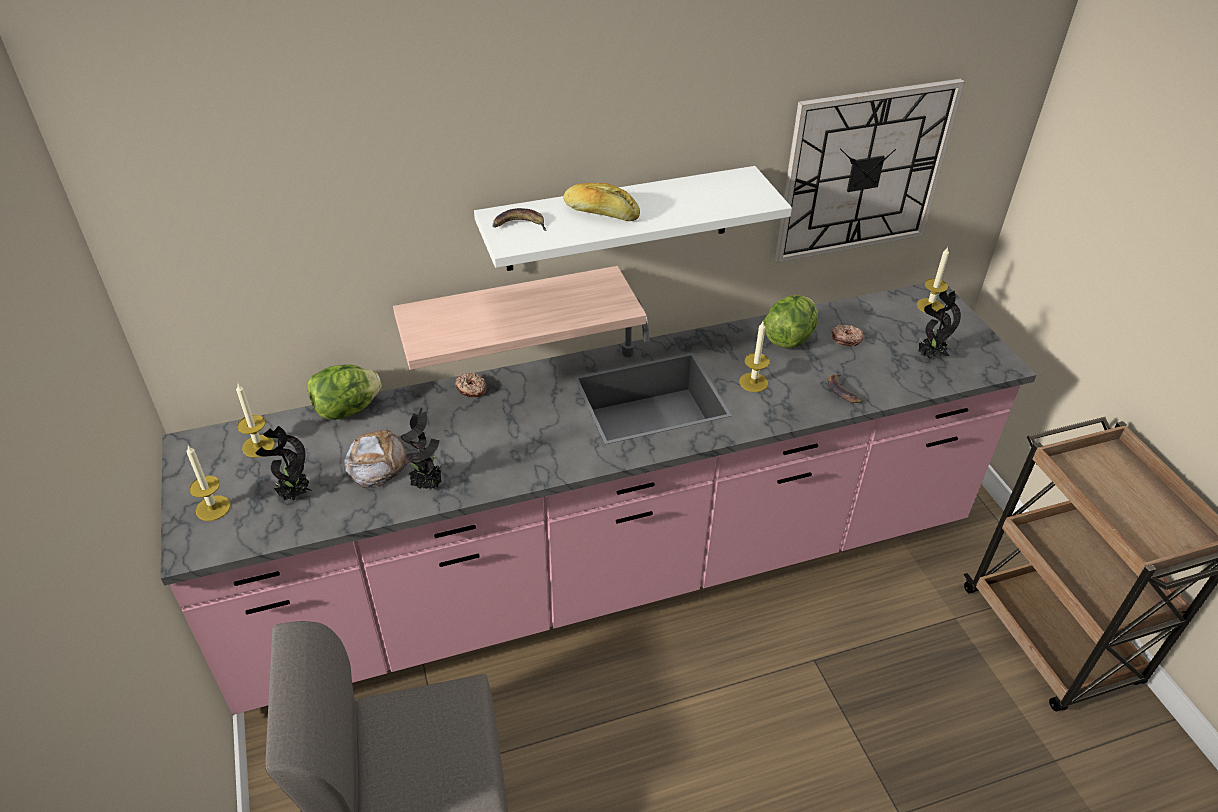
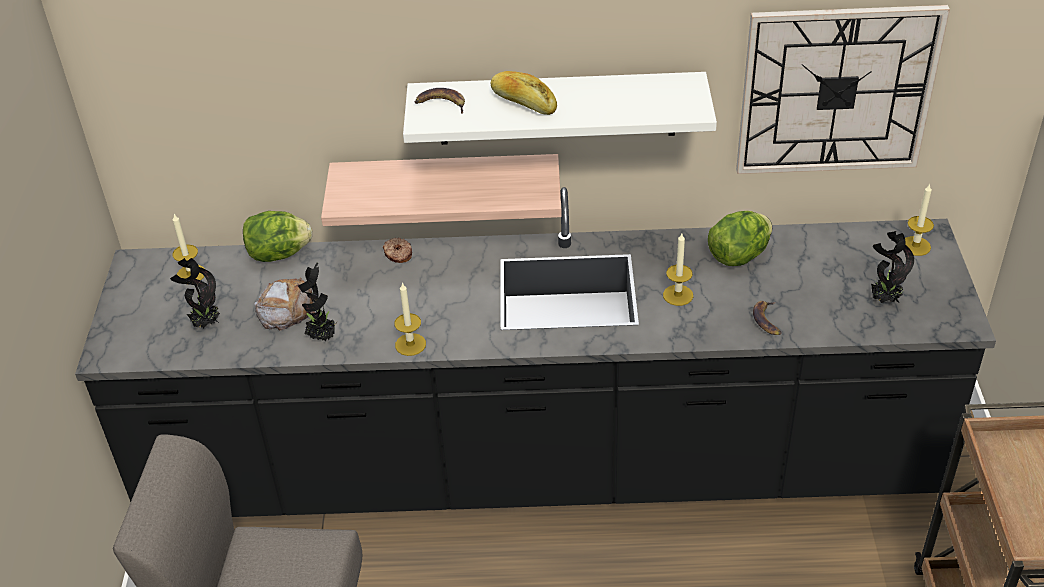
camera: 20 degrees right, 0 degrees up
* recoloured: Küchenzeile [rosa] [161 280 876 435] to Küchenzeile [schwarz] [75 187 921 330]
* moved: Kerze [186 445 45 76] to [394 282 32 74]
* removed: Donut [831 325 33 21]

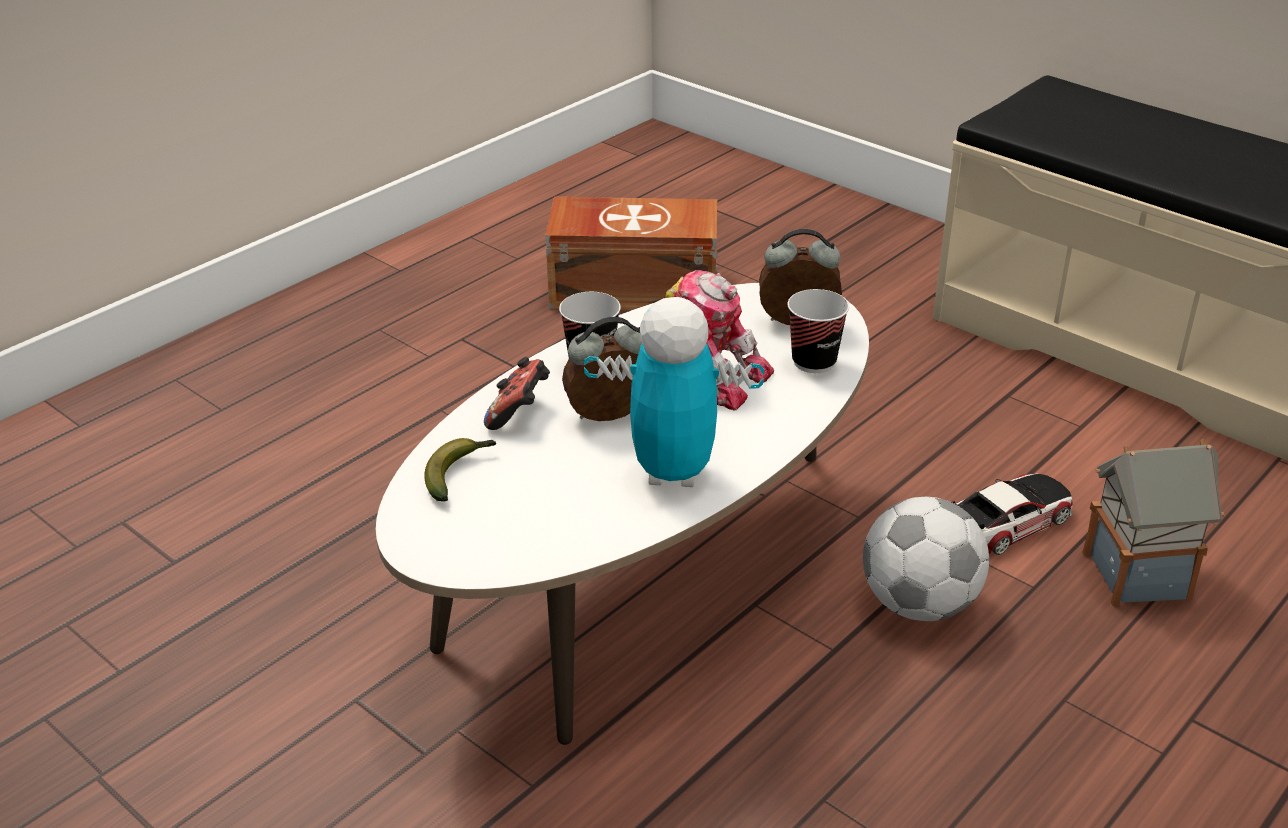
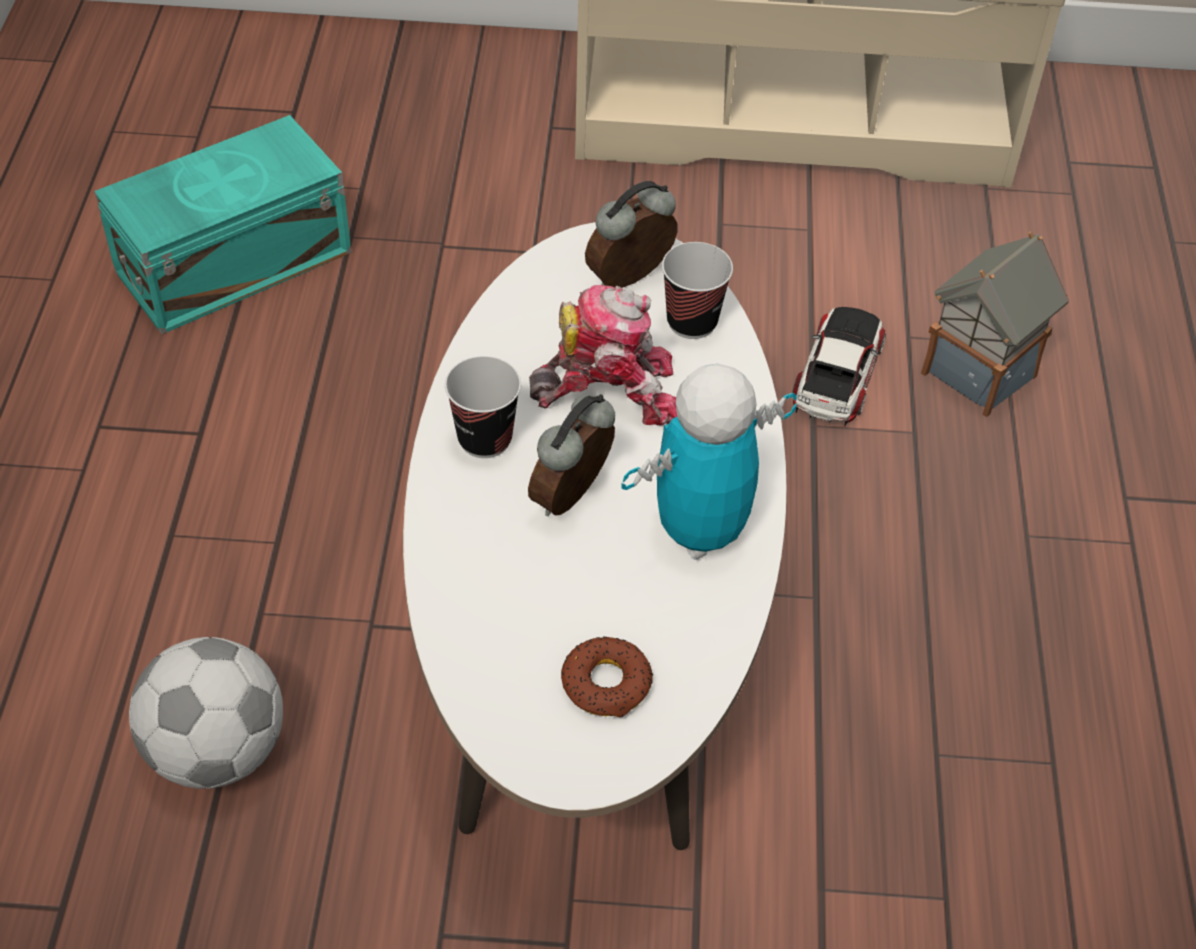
camera: 40 degrees left, 15 degrees up
* removed: Banane [424 438 72 64]
* removed: Gamepad [484 357 66 73]
* recoloured: Aufbewahrungsbox [braun] [545 197 173 113] to Aufbewahrungsbox [türkis] [94 115 257 219]
* moved: Fußball [863 497 127 124] to [129 637 154 152]
* added: Donut [561 636 92 82]

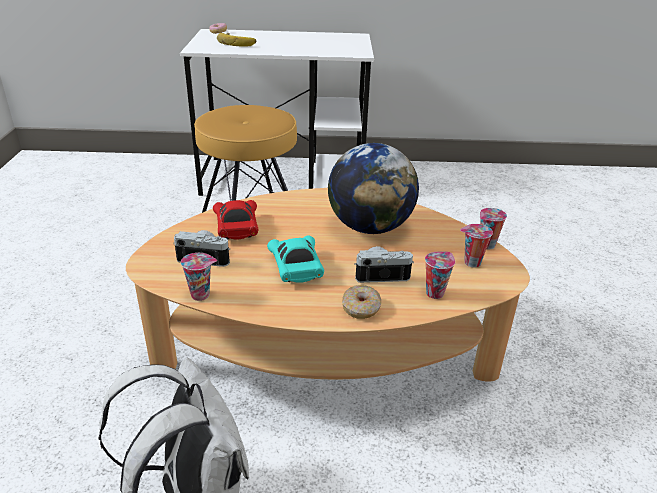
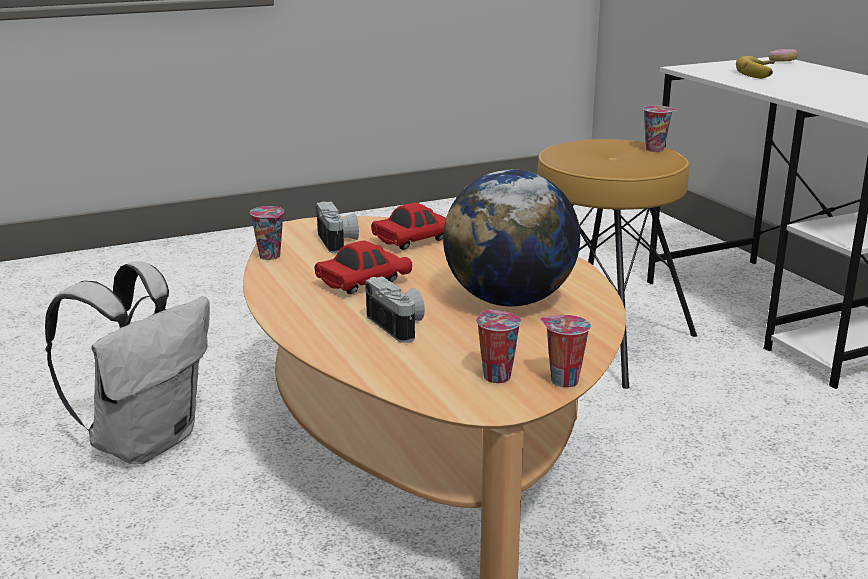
camera: 65 degrees right, 10 degrees down
* recoloured: Spielzeugauto [türkis] [267 235 57 48] to Spielzeugauto [rot] [314 240 98 54]
* removed: Donut [342 285 39 34]
* moved: Tasse [425 252 30 47] to [643 106 36 46]

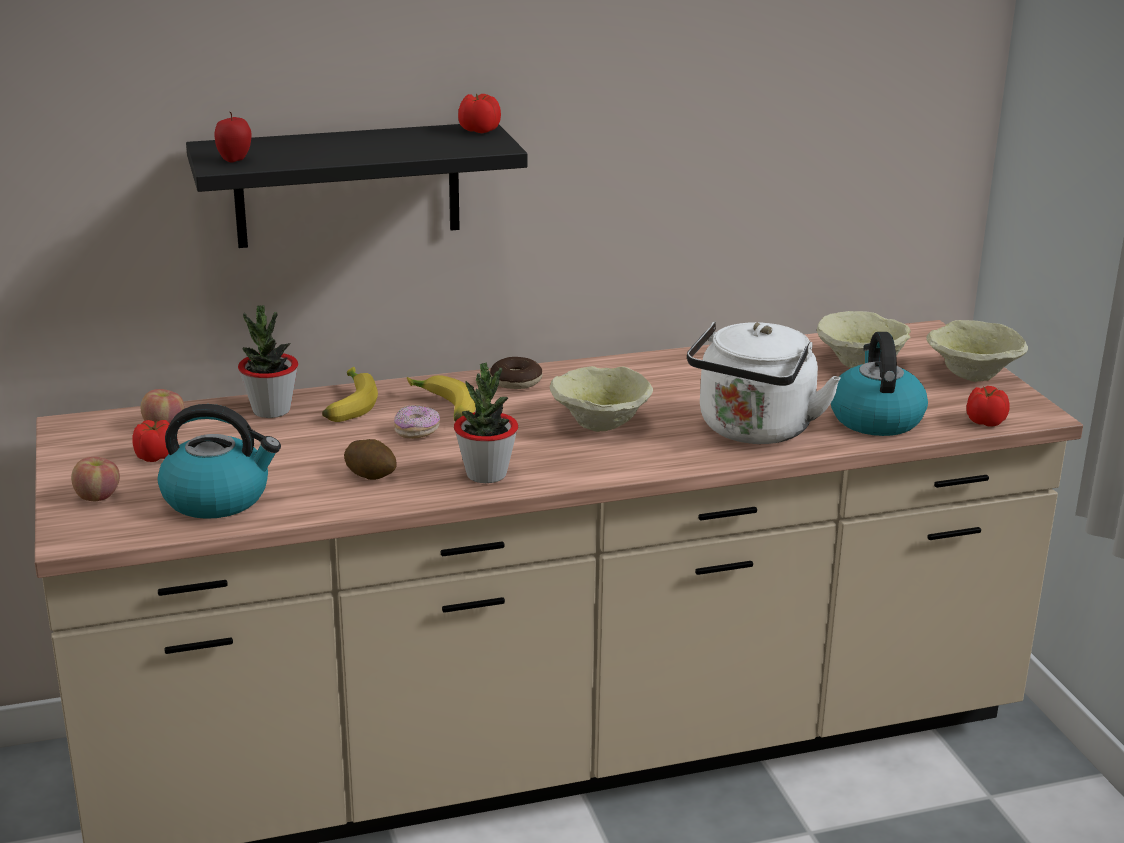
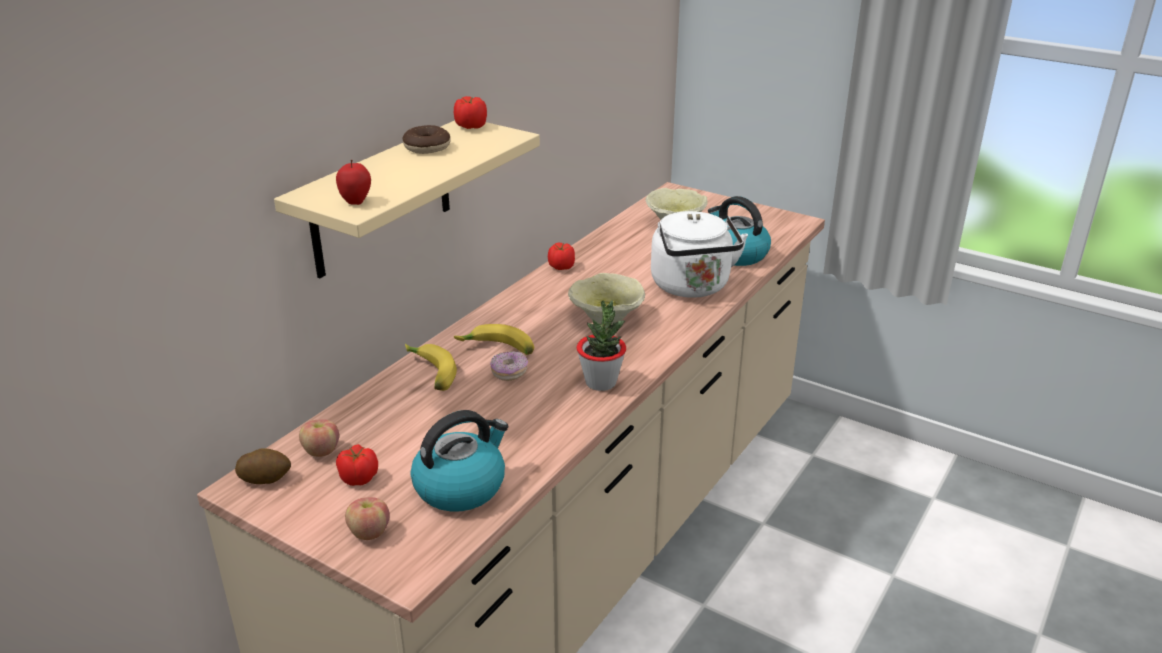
camera: 40 degrees left, 5 degrees up
* recoloured: Wandregal [schwarz] [186 124 342 124] to Wandregal [beige] [274 121 266 157]
* removed: Topfpflanze [238 305 60 113]
* moved: Kartoffel [344 439 53 41] to [235 448 56 36]
* moved: Donut [490 357 52 32] to [403 125 48 29]
* removed: Schüssel [beige] [926 320 102 62]
* moved: Tomate [966 386 43 41] to [548 242 27 28]

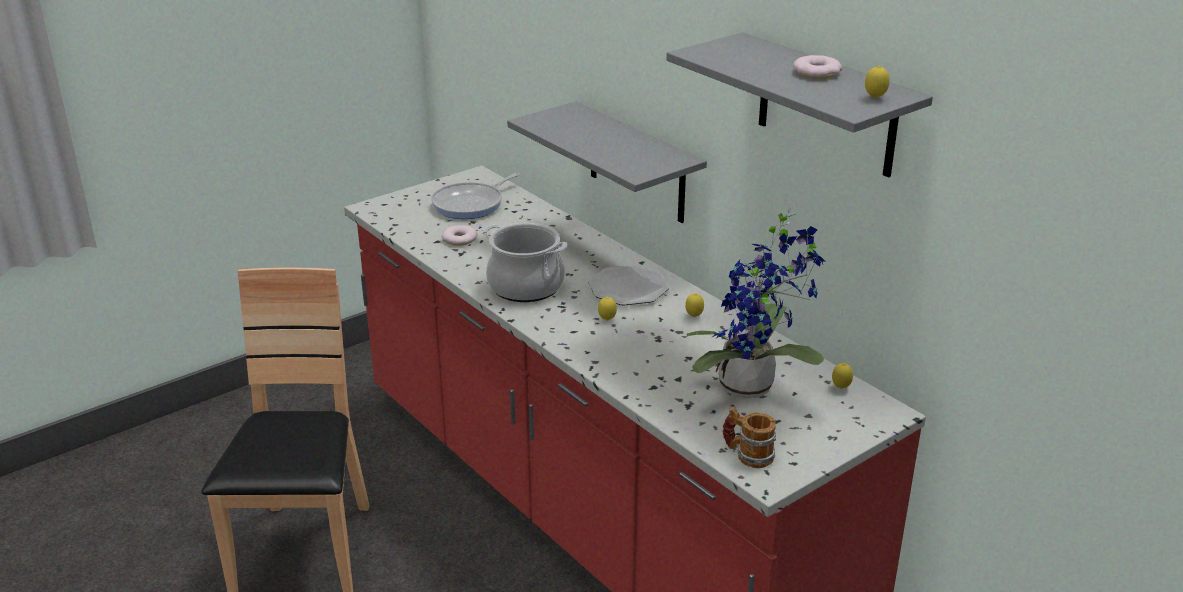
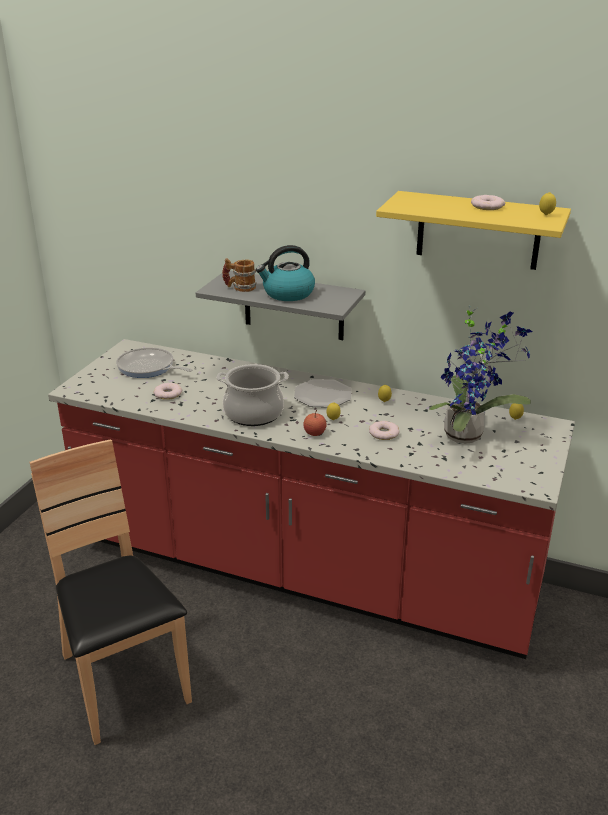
camera: 30 degrees left, 0 degrees up
* turned: Pfanne [431 173 89 46] = [116 347 76 31] 105 degrees clockwise
* recoloured: Wandregal [grau] [666 32 267 146] to Wandregal [gelb] [376 191 195 79]
* moved: Henkelbecher [723 407 53 61] to [222 258 35 34]
* added: Wasserkessel [256 245 59 56]
* added: Apfel [303 410 24 26]
* added: Donut [369 421 30 19]

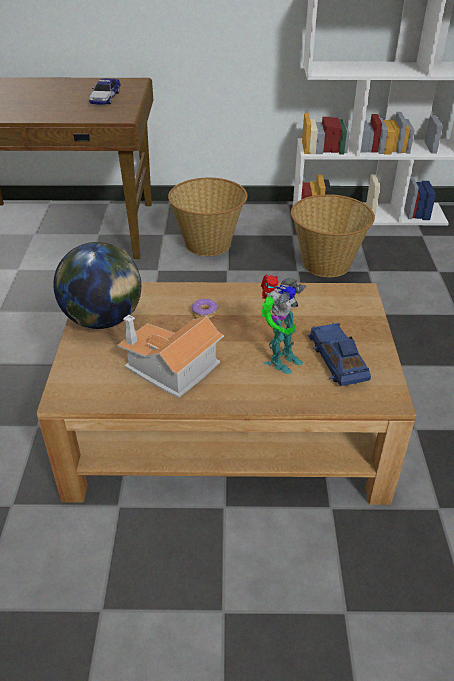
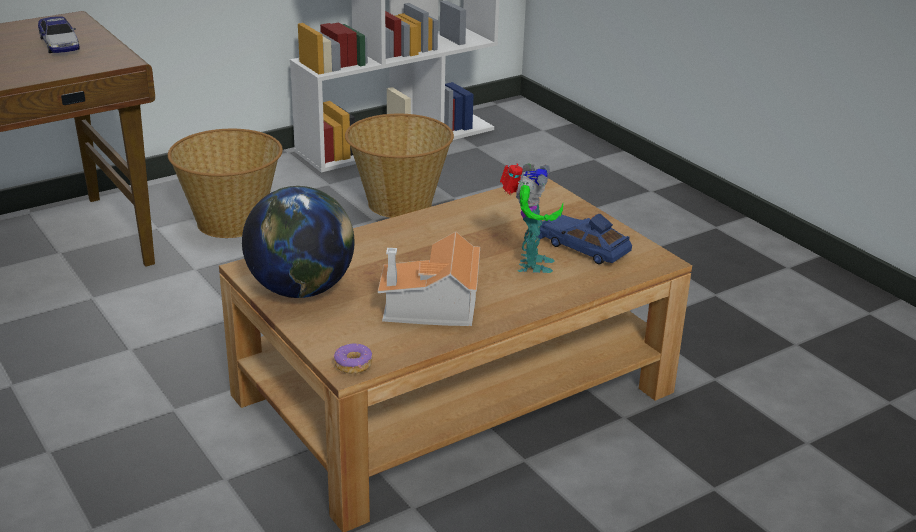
camera: 35 degrees left, 10 degrees down
* moved: Donut [192 299 26 20] to [334 343 38 31]

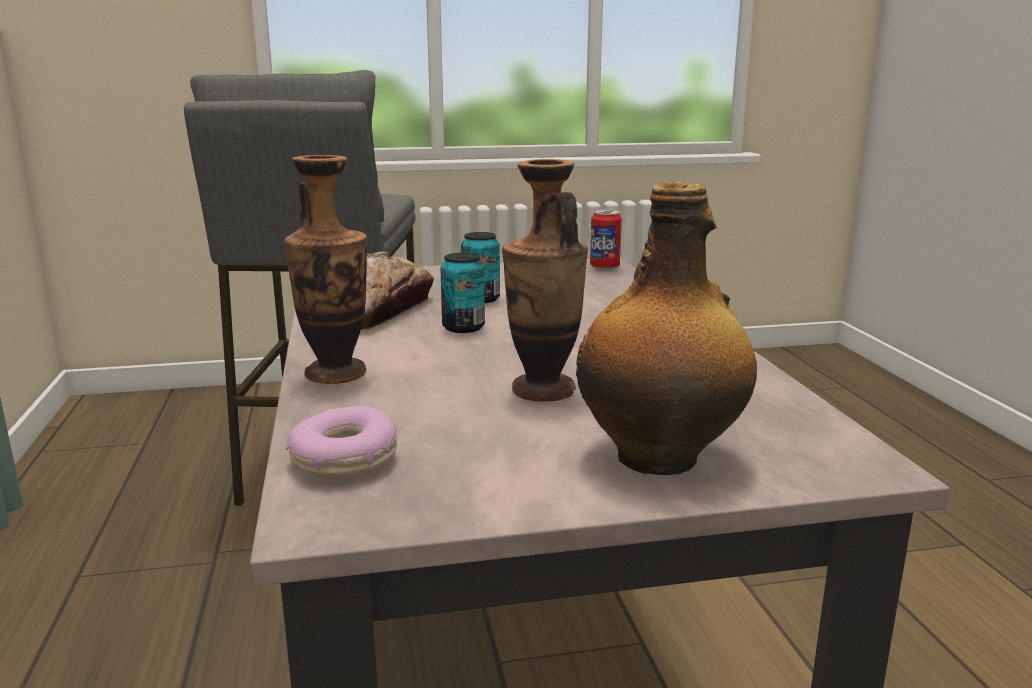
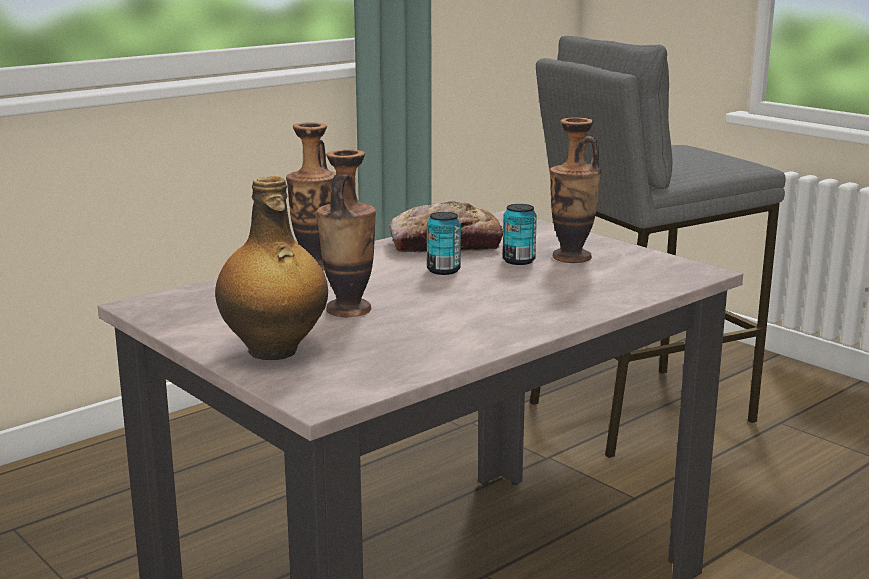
camera: 60 degrees right, 0 degrees up
* removed: Donut [286 406 111 73]
* removed: Dose [590 210 32 60]
* added: Vase [550 117 51 146]

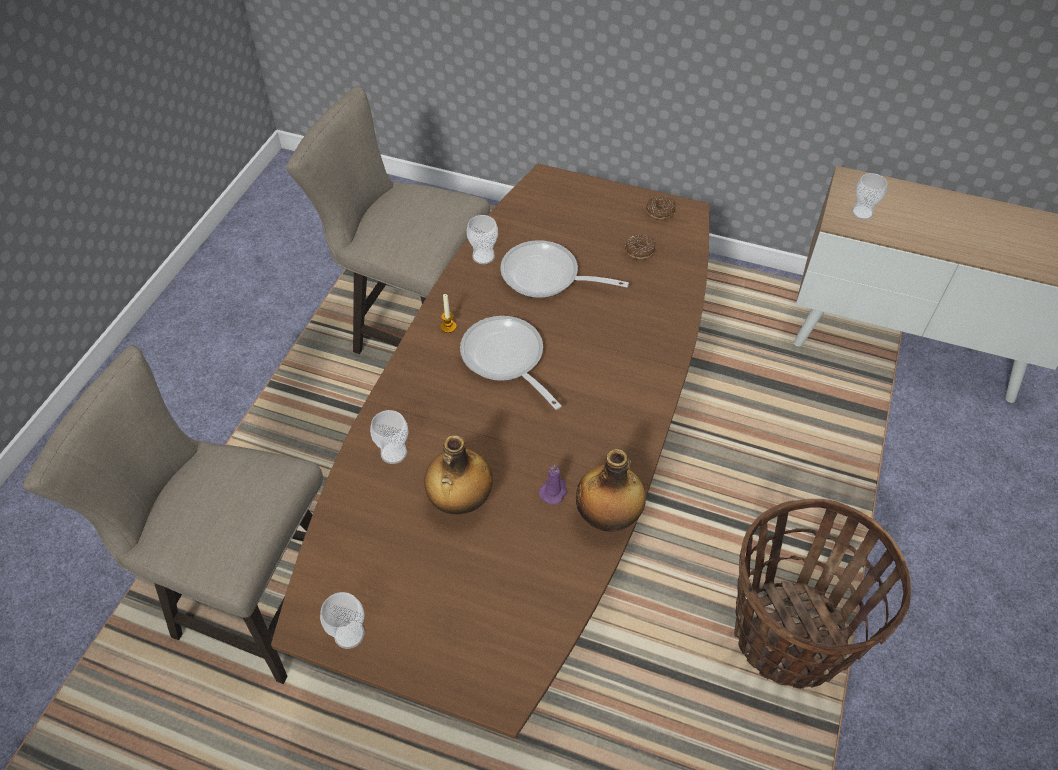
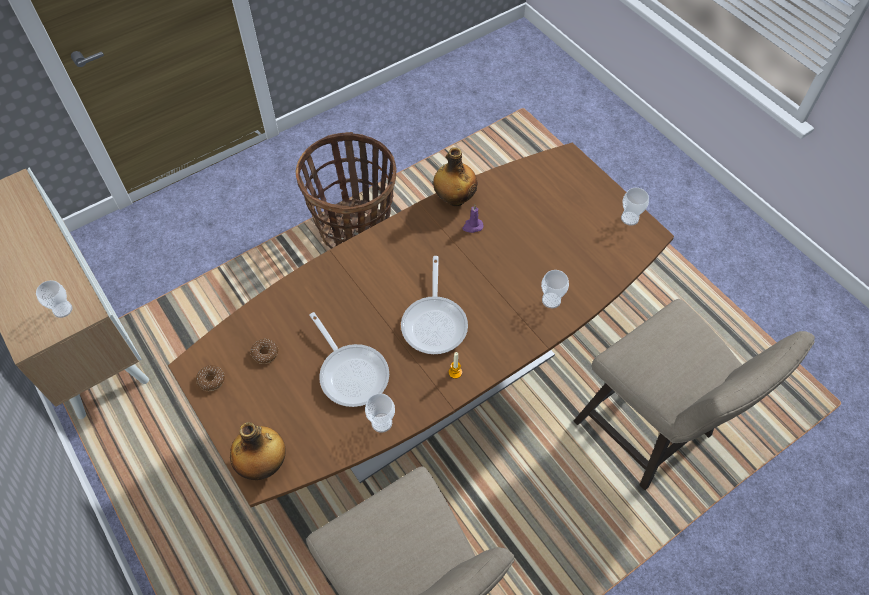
camera: 145 degrees left, 5 degrees up
* moved: Flasche [424 435 69 79] to [230 422 56 58]

